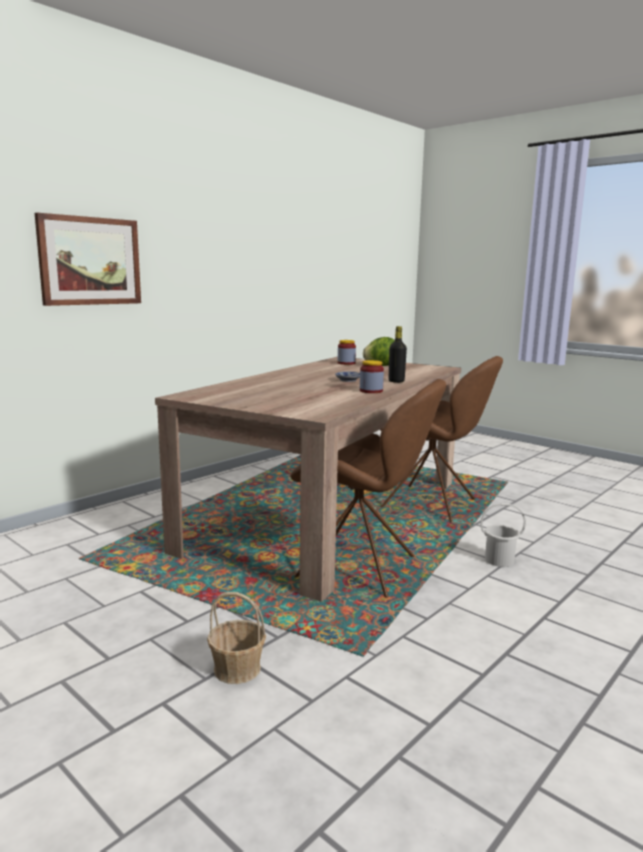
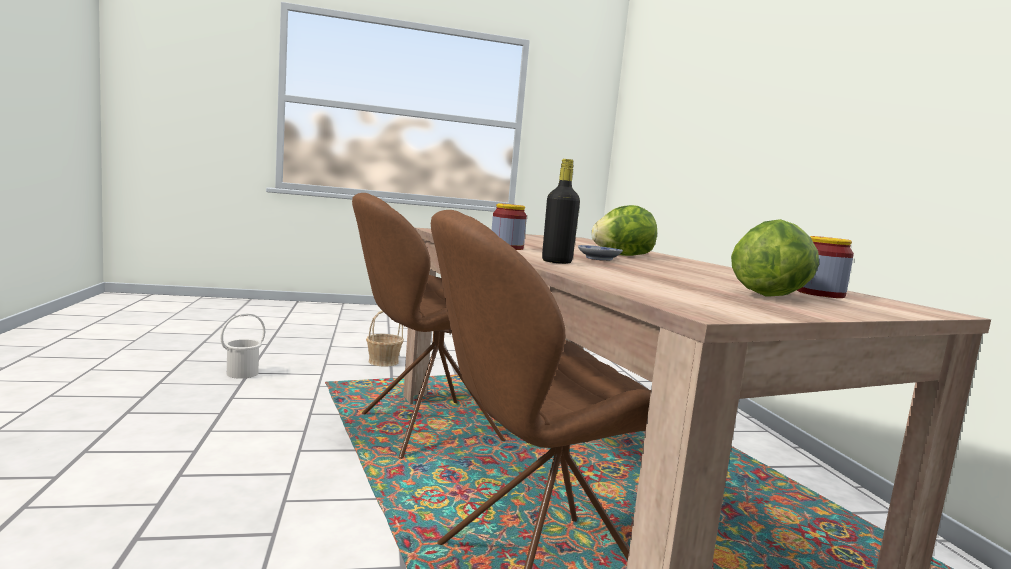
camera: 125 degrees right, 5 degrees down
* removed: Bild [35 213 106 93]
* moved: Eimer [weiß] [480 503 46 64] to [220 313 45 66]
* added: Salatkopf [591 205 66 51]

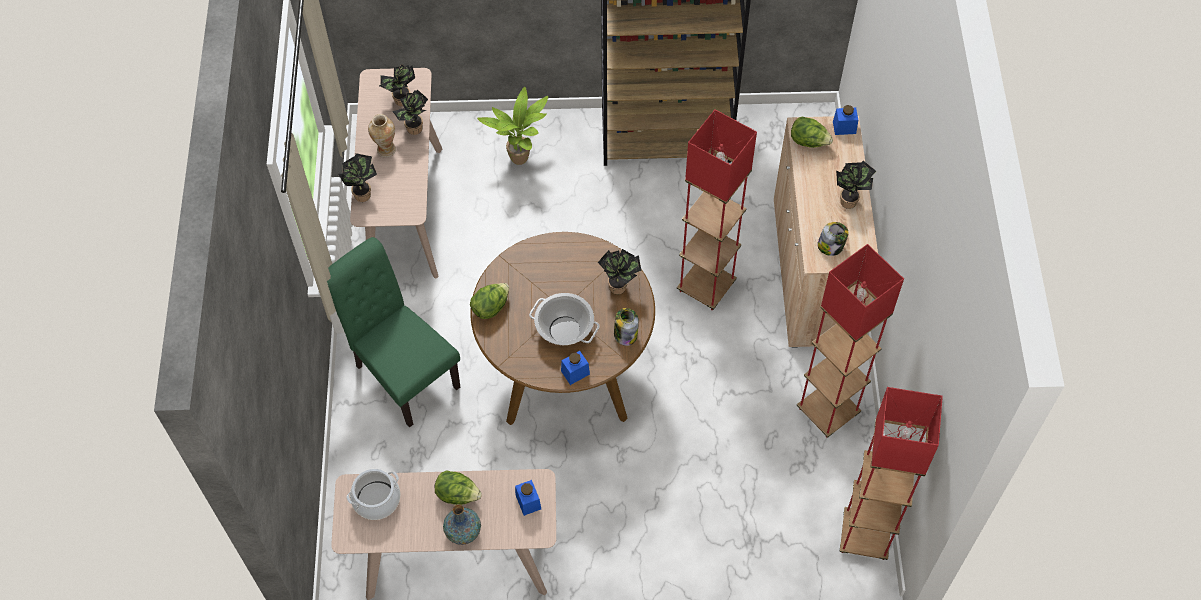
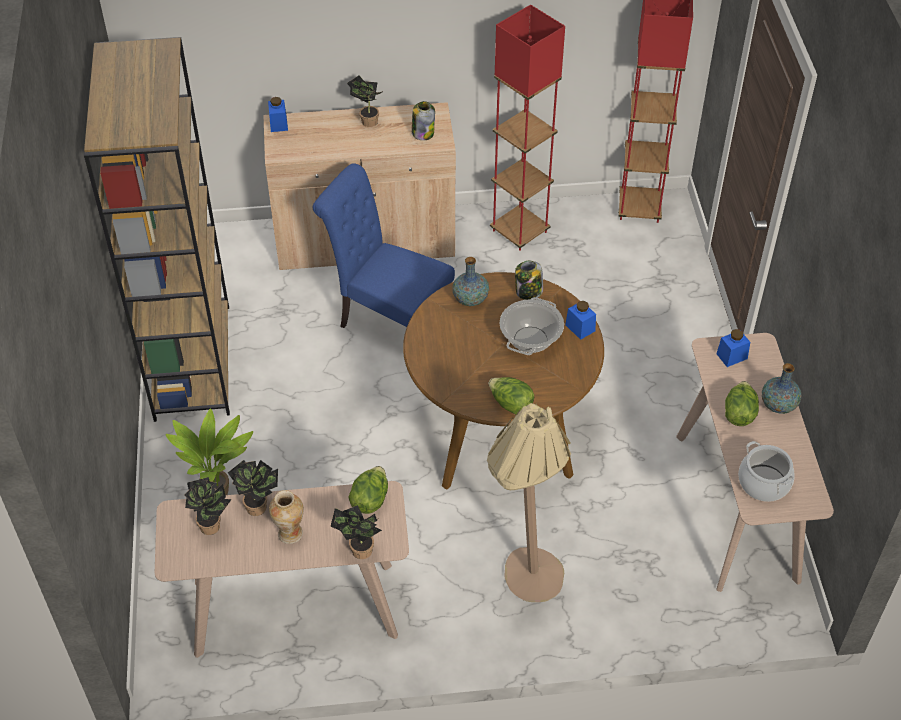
camera: 95 degrees left, 10 degrees down
* replaced: Stuhl [grün] [327 237 133 191] to Stehlampe [beige] [487 403 84 199]
* replaced: Topfpflanze [598 249 43 45] to Vase [452 257 37 49]
* replaced: Stehlampe [rot] [677 110 80 200] to Stuhl [blau] [313 163 142 165]
* moved: Salatkopf [791 117 42 31] to [348 466 40 48]

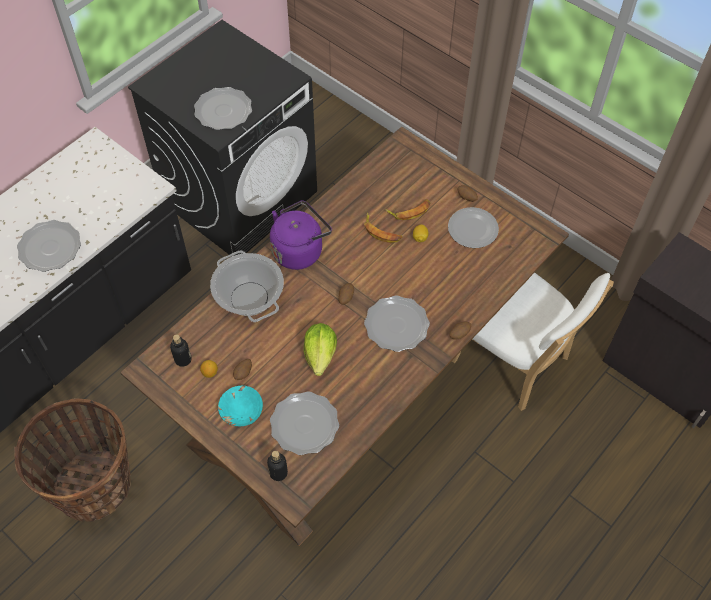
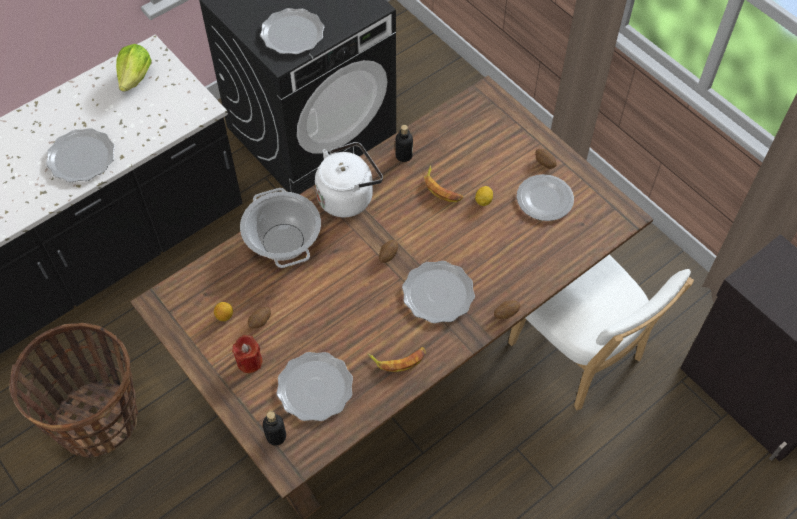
camera: 10 degrees right, 0 degrees up
* moved: Flasche [170 334 22 33] to [395 125 18 37]
* replaced: Schüssel [türkis] [218 386 45 40] to Kerze [rot] [232 335 30 38]
* recoloured: Wasserkessel [lila] [270 200 62 70] to Wasserkessel [weiß] [315 142 68 75]
* moved: Salatkopf [304 323 33 53] to [116 44 35 48]
* moved: Banane [385 199 46 21] to [368 347 58 25]

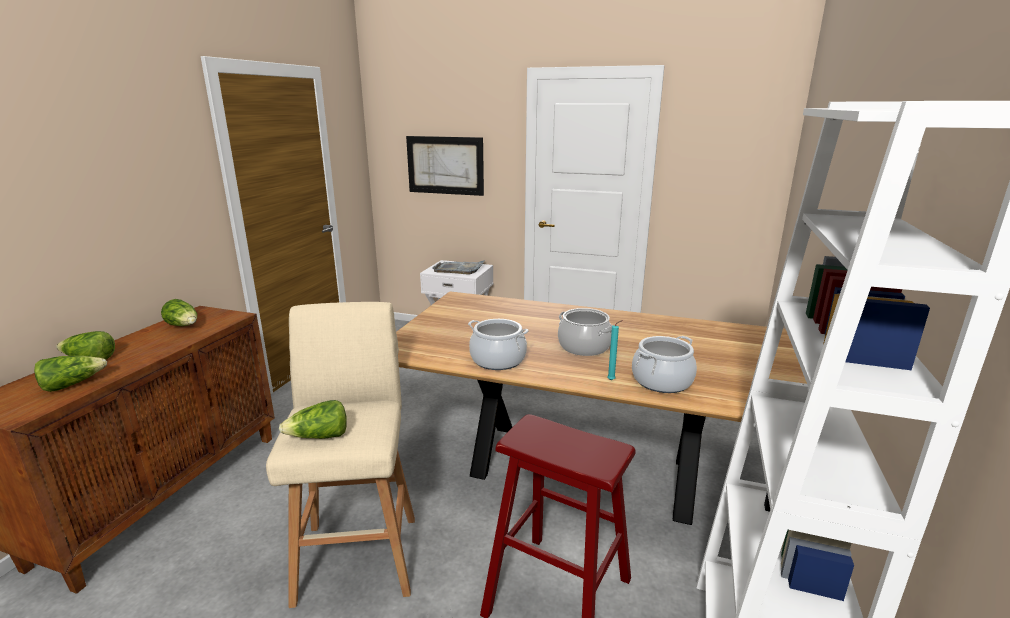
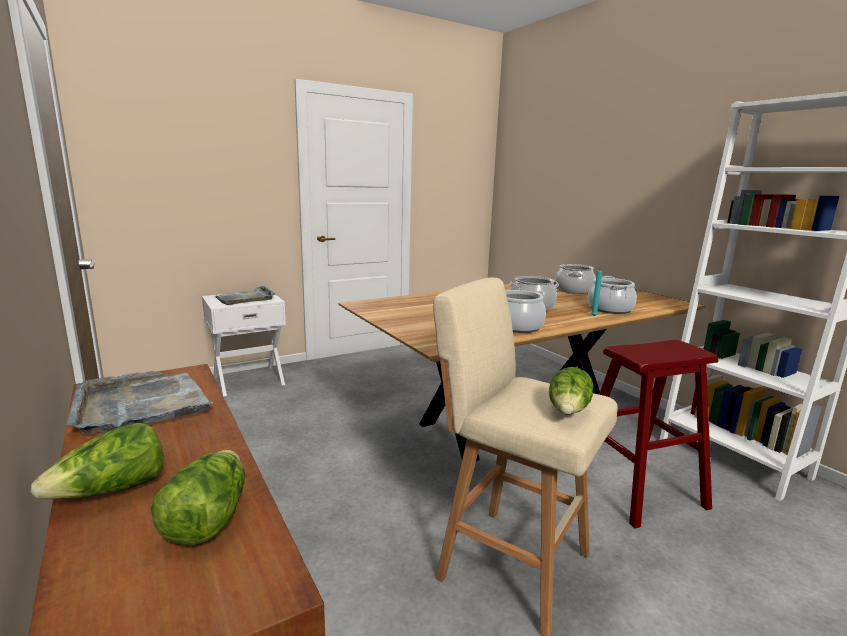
camera: 50 degrees left, 5 degrees down
* replaced: Salatkopf [161 299 36 27] to Tablett [grau] [66 371 148 63]
* removed: Bild [406 136 78 60]
* added: Kochtopf [555 264 41 30]

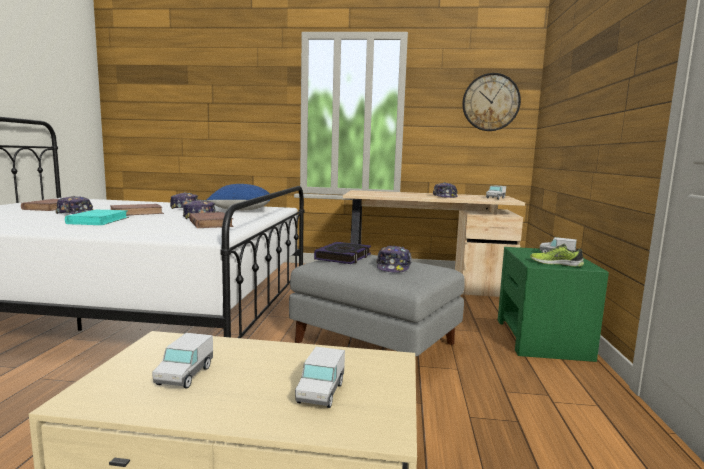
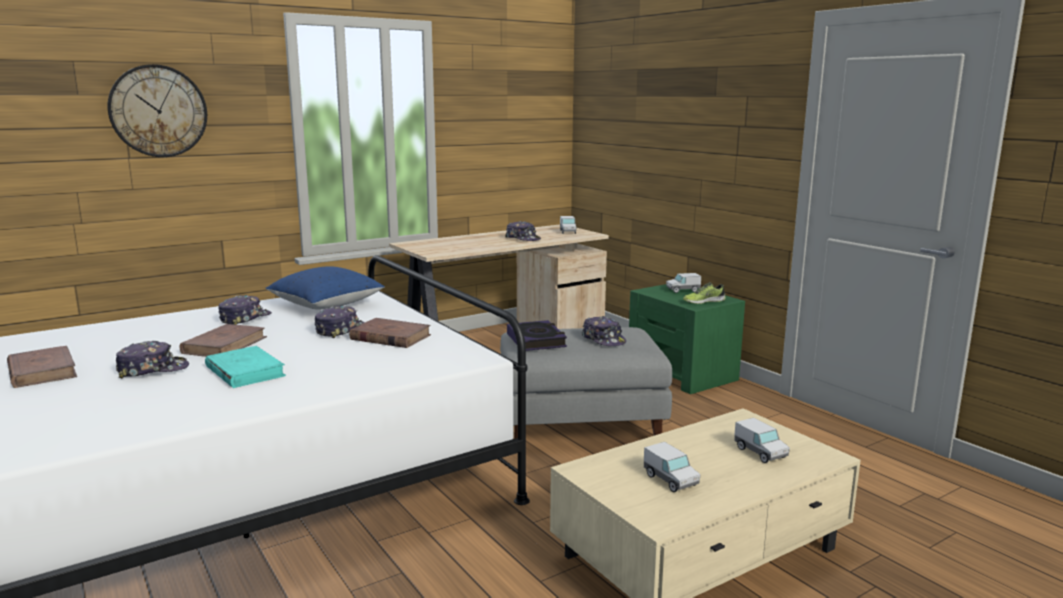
camera: 40 degrees left, 5 degrees up
* moved: Wanduhr [462 73 59 58] to [108 64 99 93]

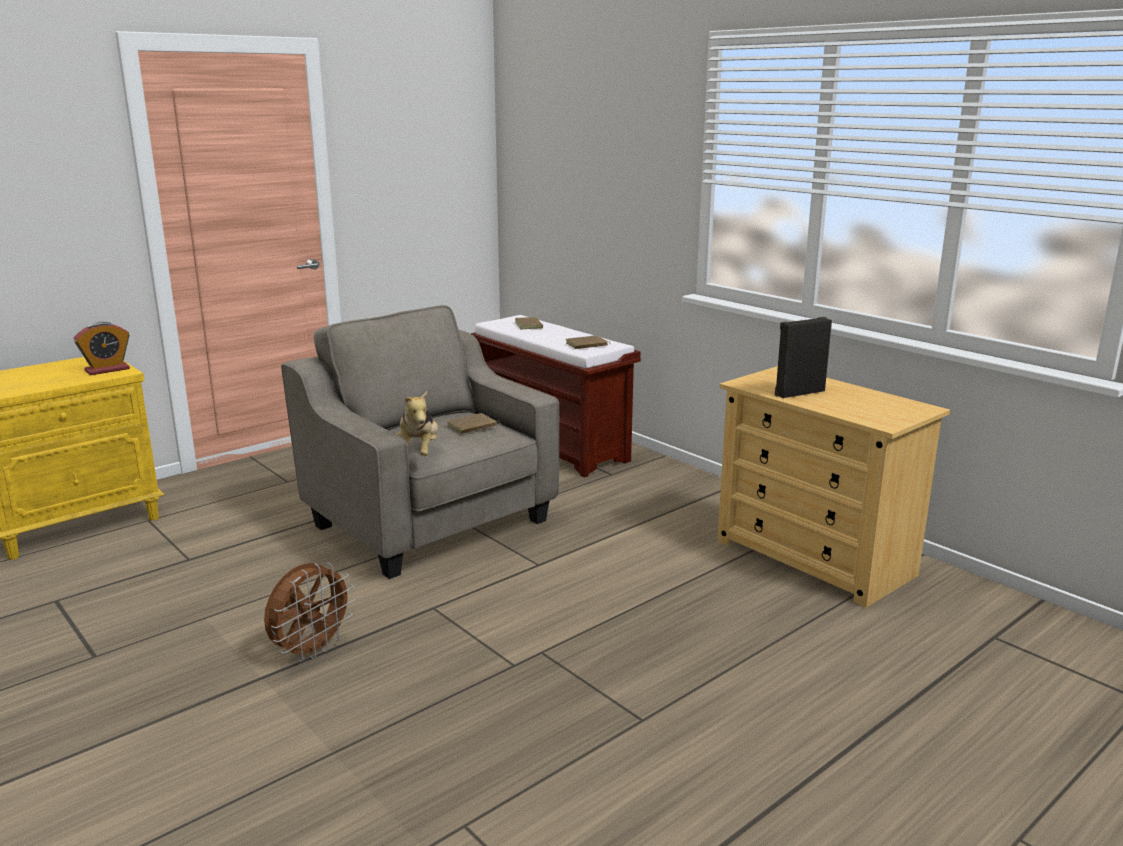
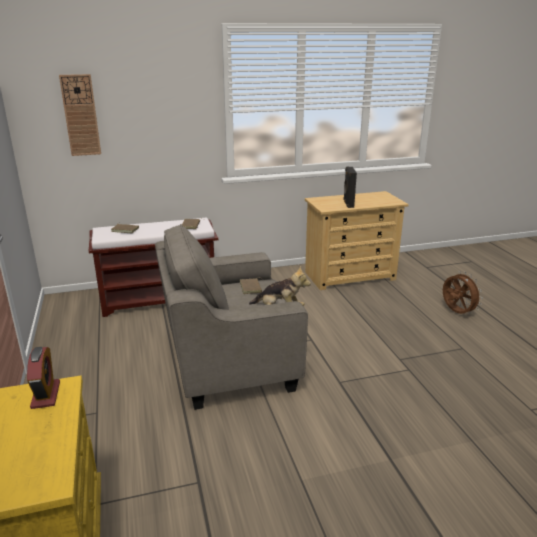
camera: 65 degrees left, 5 degrees up
* moved: Ventilator [braun] [264 562 91 100] to [443 271 40 43]
* added: Wanduhr [59 74 42 82]

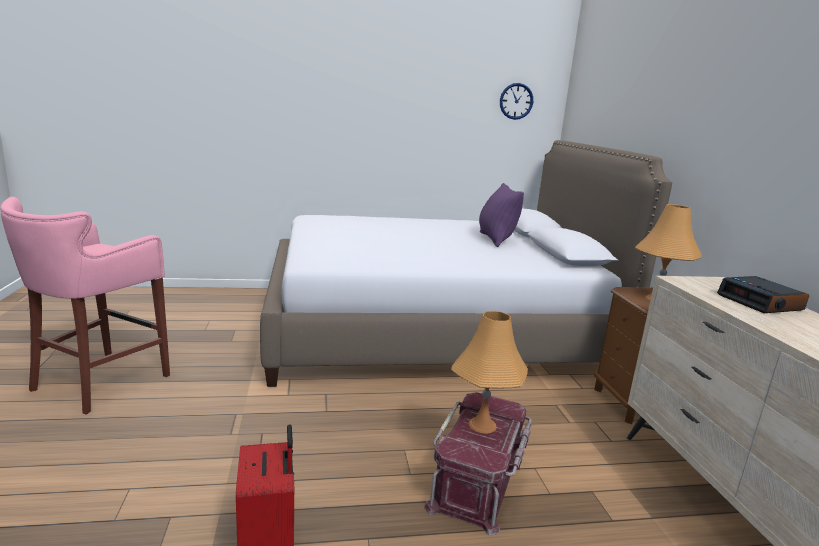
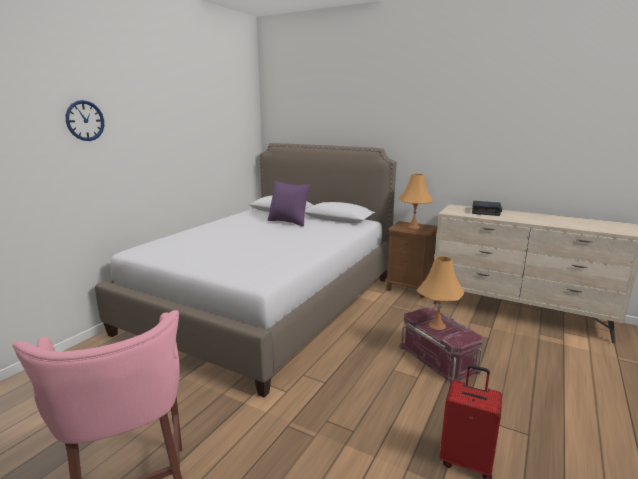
camera: 50 degrees left, 0 degrees up
* moved: Wanduhr [500 83 33 37] to [66 100 38 41]

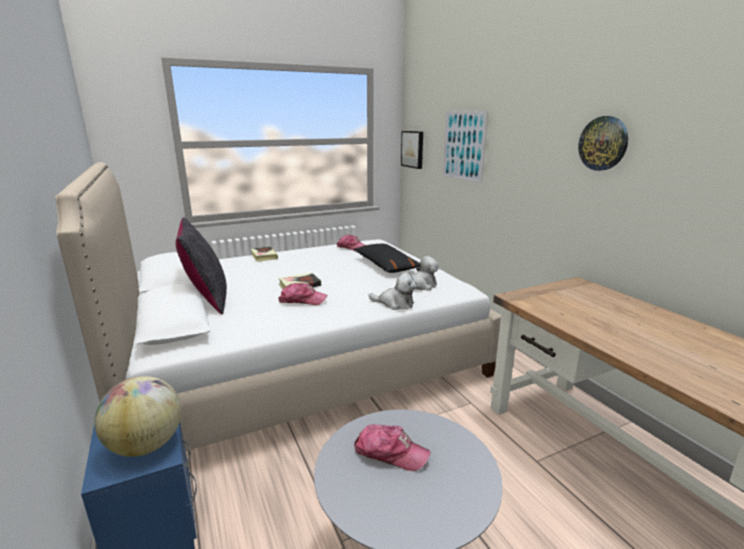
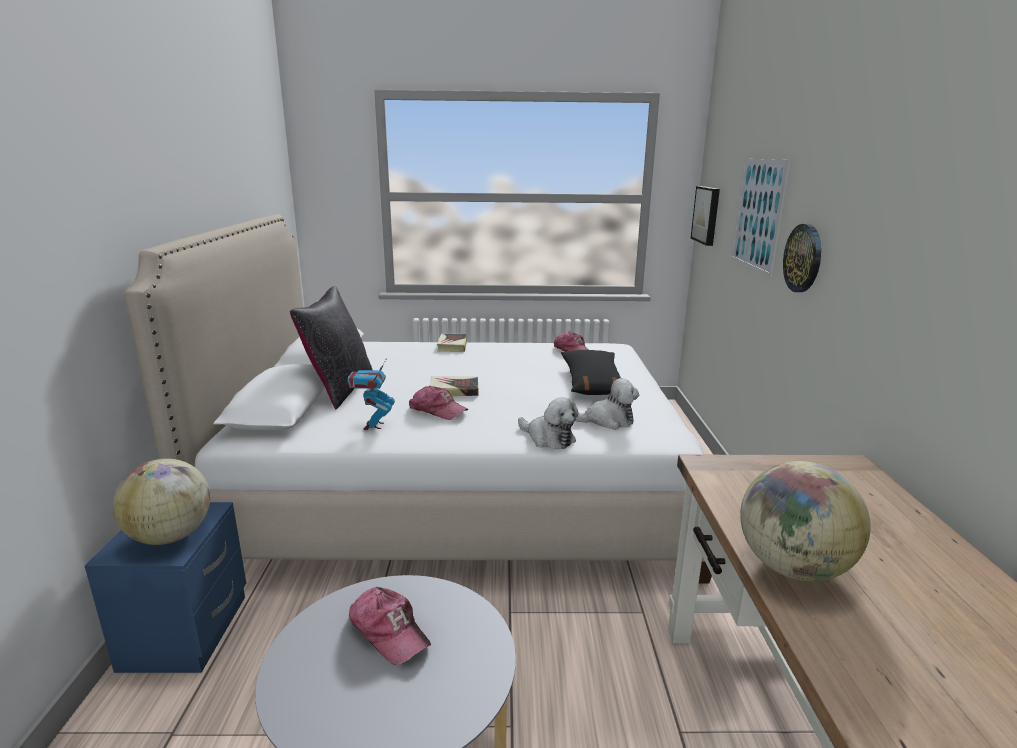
camera: 25 degrees right, 0 degrees up
* moved: Wanduhr [578 116 50 55] to [783 224 38 68]
* added: Spielzeugroboter [347 358 48 72]
* added: Globus [740 461 131 120]

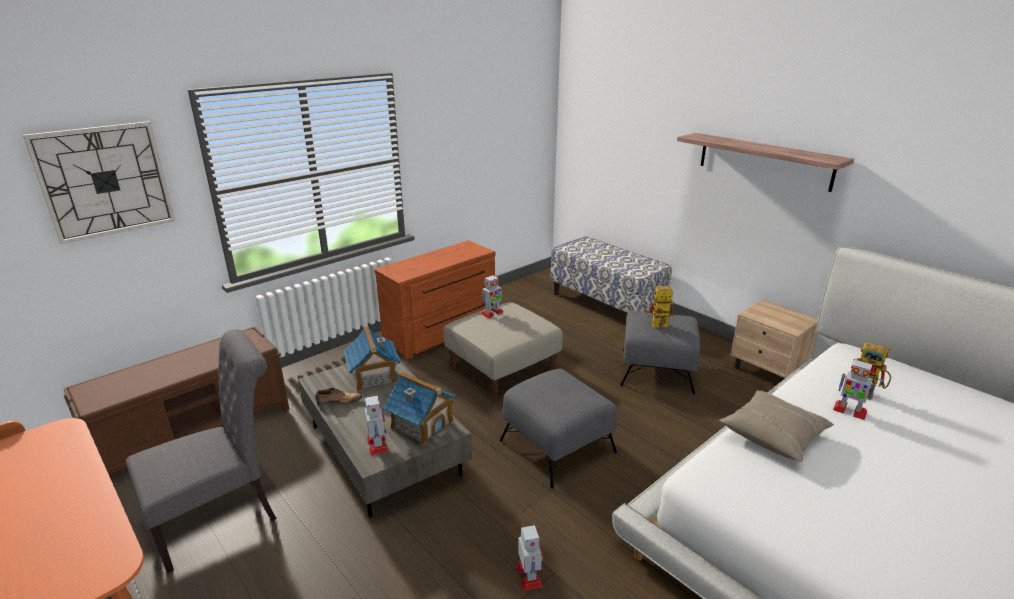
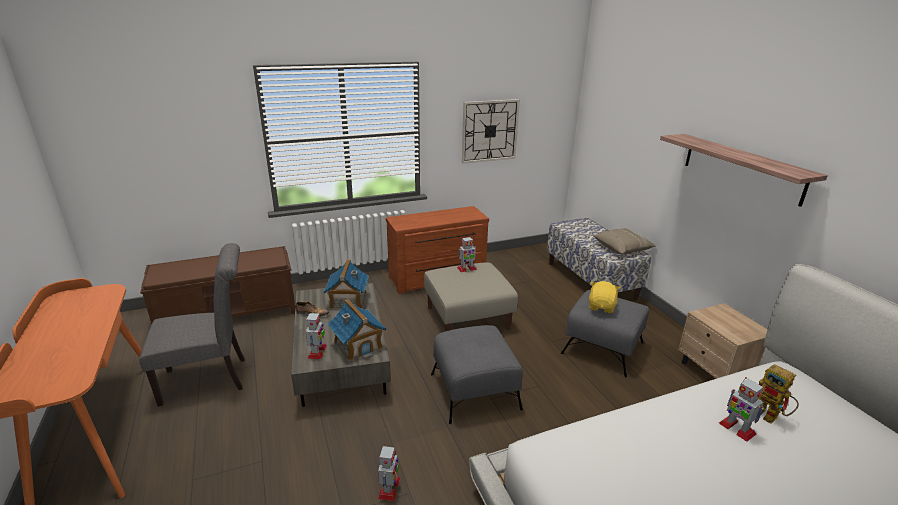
camera: 20 degrees right, 0 degrees up
* moved: Wanduhr [23 121 152 123] to [462 99 58 64]
* replaced: Spielzeugroboter [646 286 27 42] to Plüschtier [gelb] [589 281 32 32]
* moved: Kissen [beige] [719 391 115 71] to [593 228 63 26]

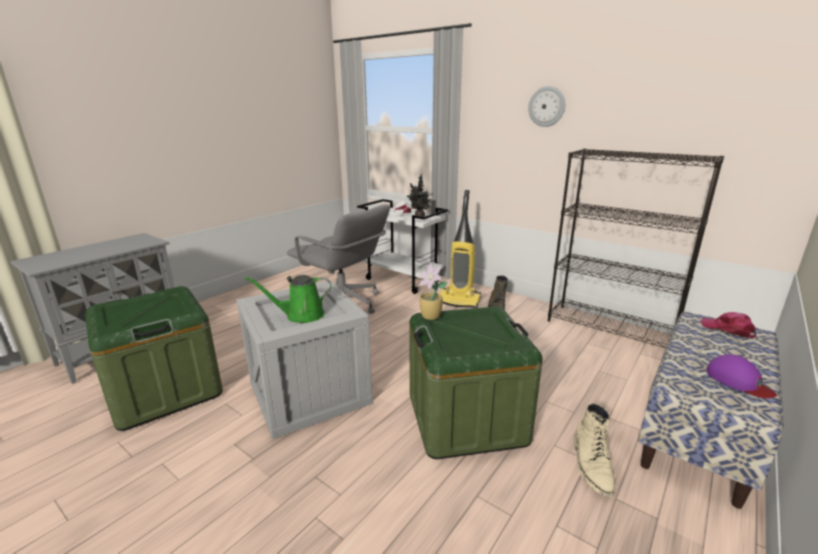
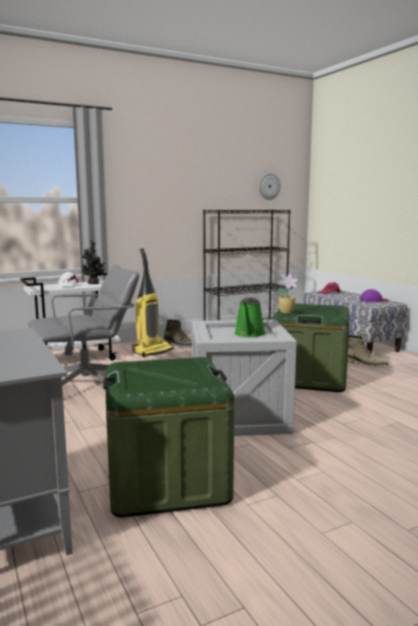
camera: 65 degrees left, 10 degrees down
* moved: Wanduhr [528 86 37 41] to [259 173 22 27]

